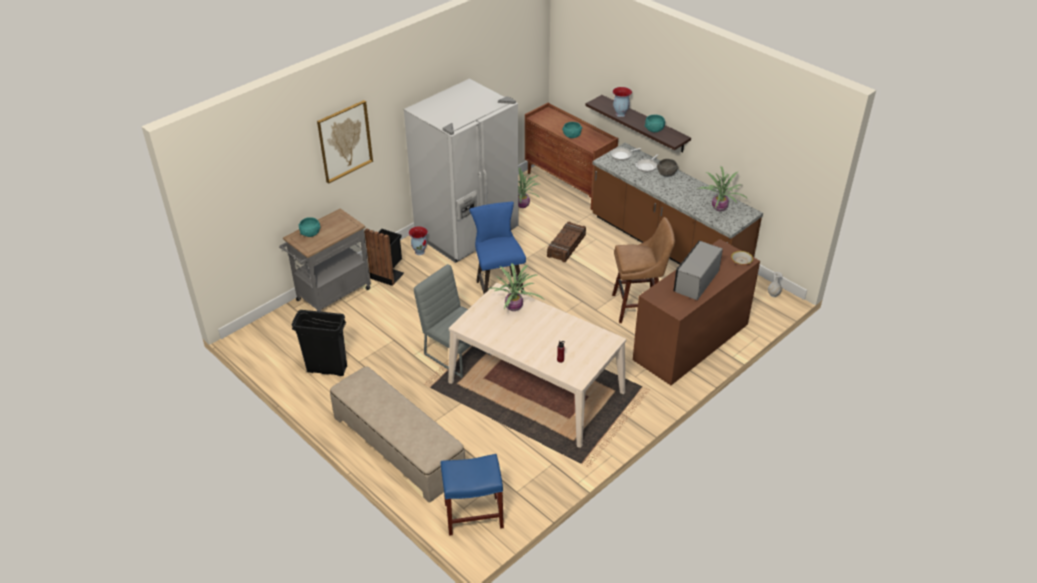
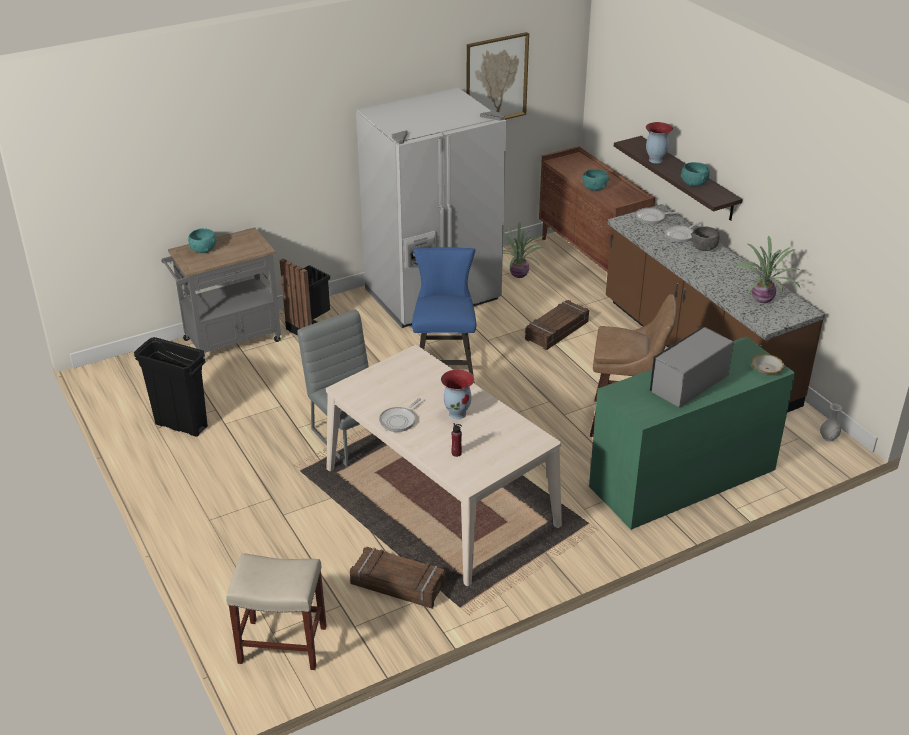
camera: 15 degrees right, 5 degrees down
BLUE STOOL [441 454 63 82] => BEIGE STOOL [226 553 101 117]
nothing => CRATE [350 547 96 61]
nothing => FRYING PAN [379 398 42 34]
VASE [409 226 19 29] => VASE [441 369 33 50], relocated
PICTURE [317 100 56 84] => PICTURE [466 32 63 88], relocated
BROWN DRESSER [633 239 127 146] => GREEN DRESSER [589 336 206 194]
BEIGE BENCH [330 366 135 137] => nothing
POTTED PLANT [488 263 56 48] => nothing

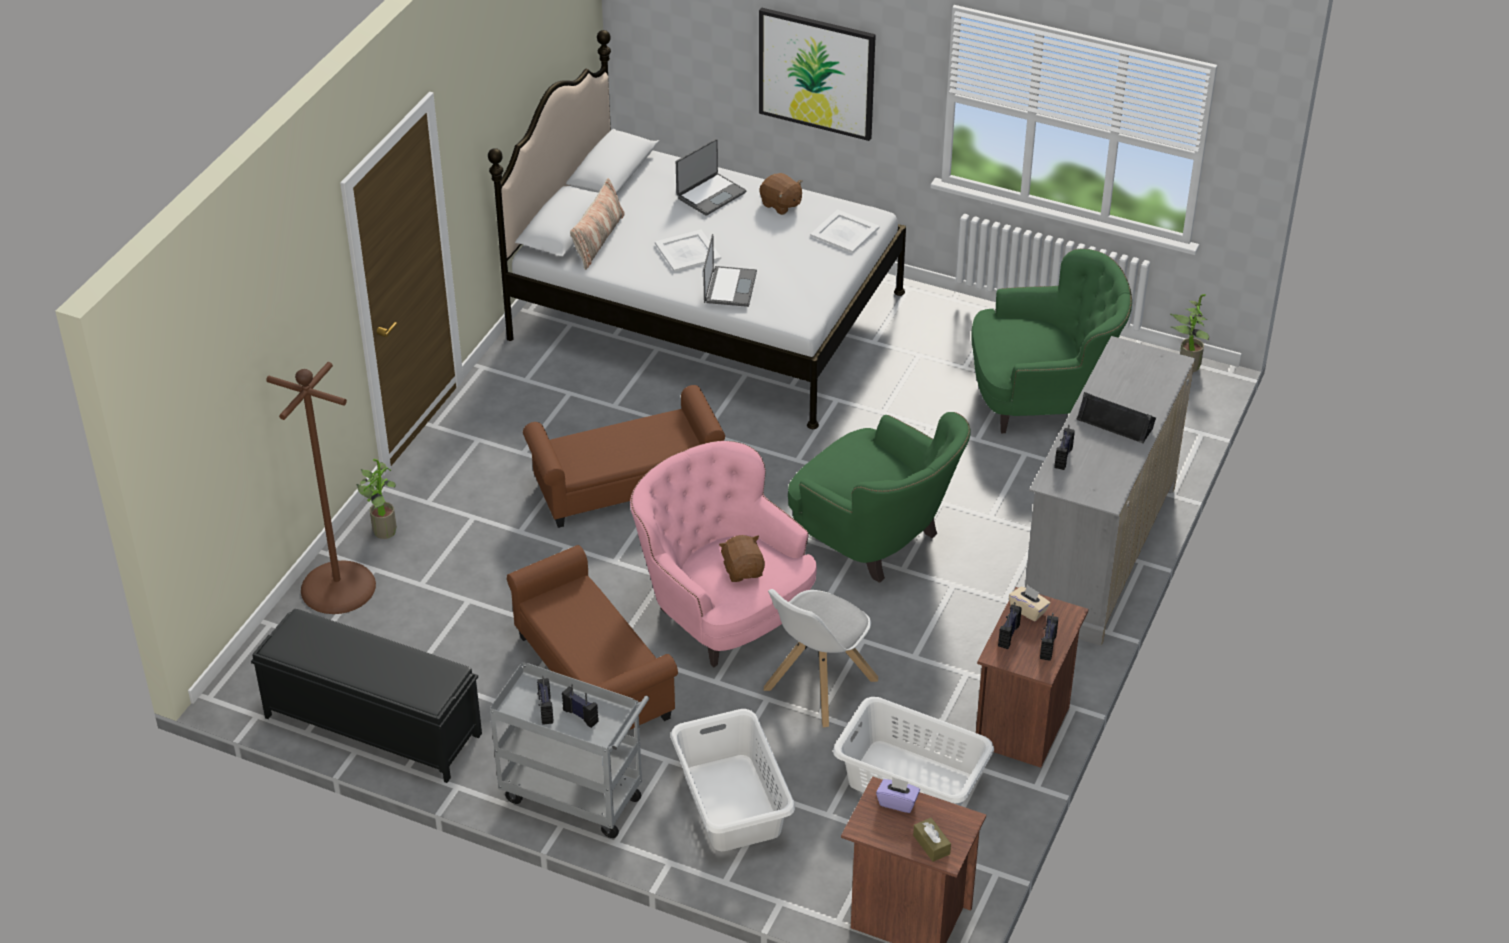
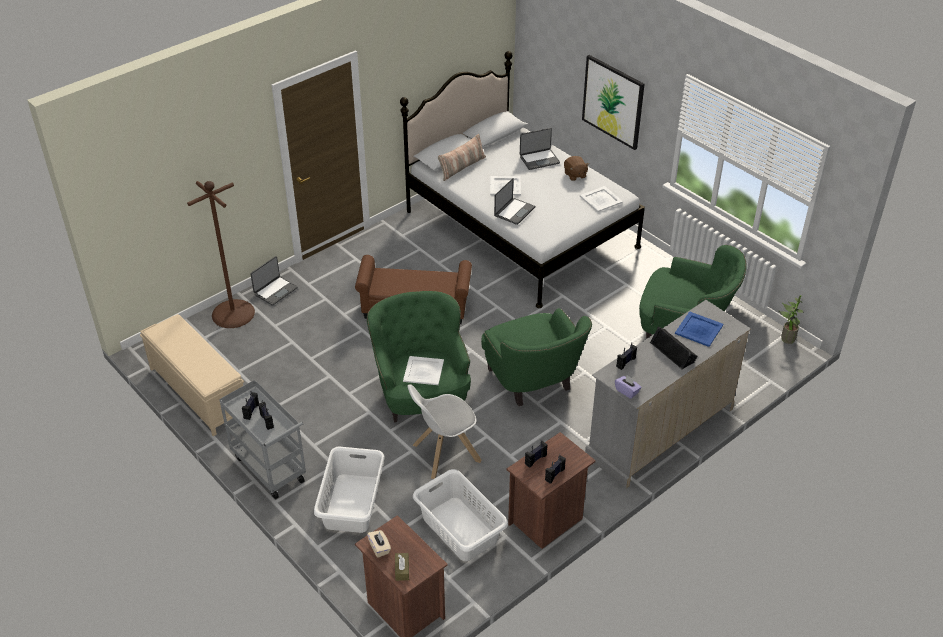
camera: 25 degrees right, 0 degrees up
BLACK BENCH [251 609 231 174] => BEIGE BENCH [140 314 104 122]
POTTED PLANT [356 459 41 80] => LAPTOP [250 256 48 50]
PINK ARMCHAIR [630 441 187 226] => GREEN ARMCHAIR [367 291 104 132]
BEIGE TISSUE BOX [1009 585 41 36] => BEIGE TISSUE BOX [367 530 24 28], relocated
BROWN PLUSH TOY [719 535 46 47] => WHITE TRAY [403 356 41 29]
PURPLE TISSUE BOX [876 777 44 36] => PURPLE TISSUE BOX [615 375 26 24], relocated
nothing => BLUE TRAY [675 311 48 36]
BROWN OTTOMAN [507 545 171 184] => nothing

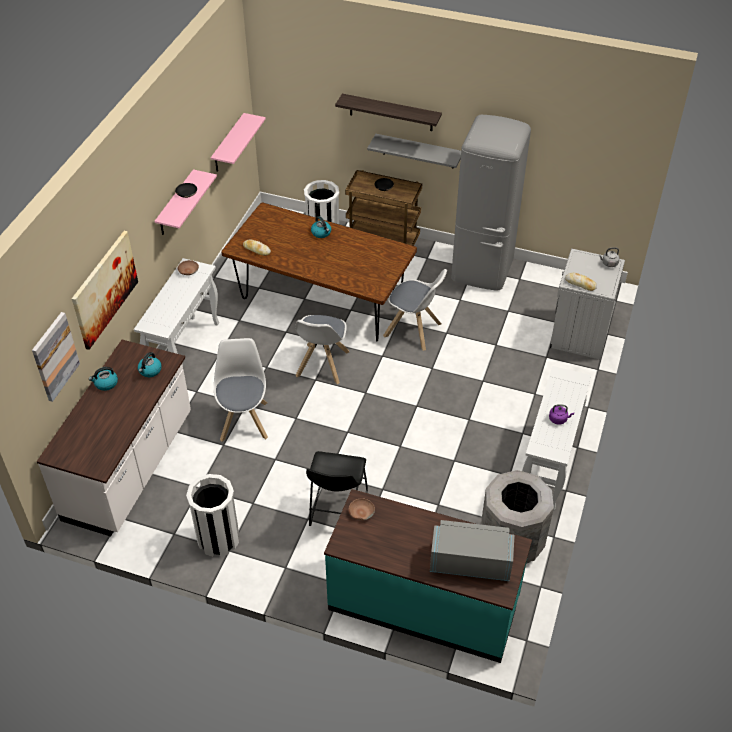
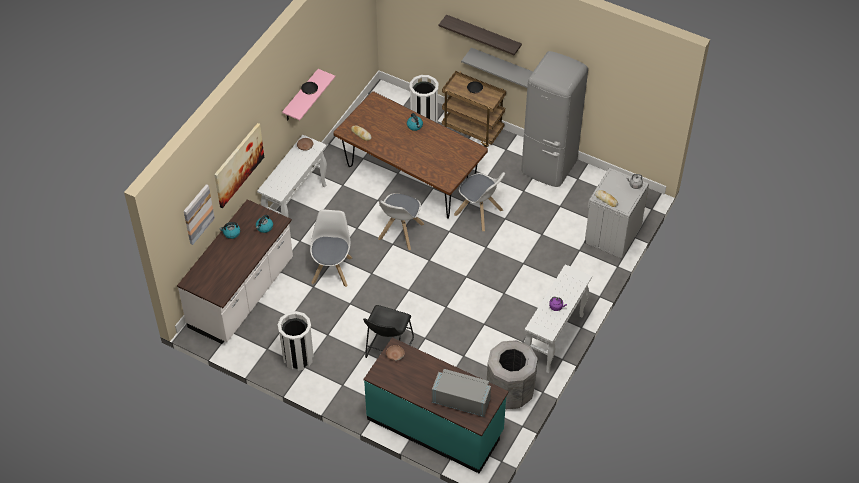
camera: 10 degrees right, 5 degrees up
PINK SHELF [211 113 55 59] => nothing

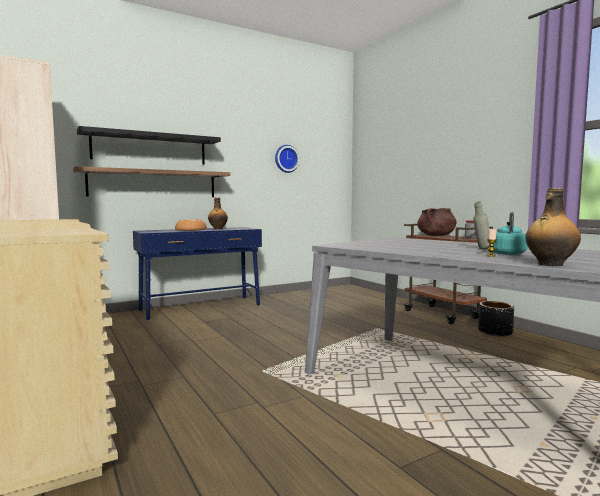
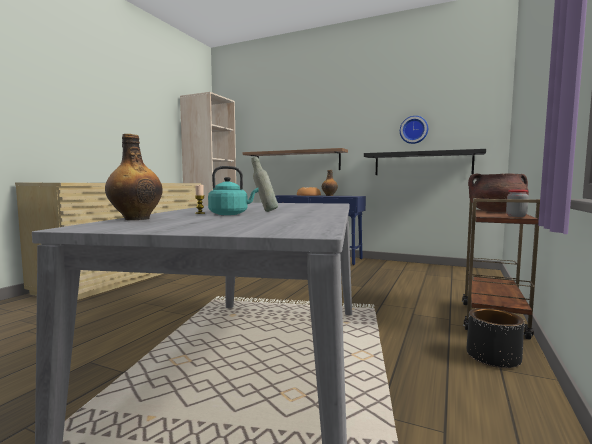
camera: 55 degrees right, 0 degrees up
BLACK SHELF [77 126 144 38] => BLACK SHELF [364 149 122 26], relocated

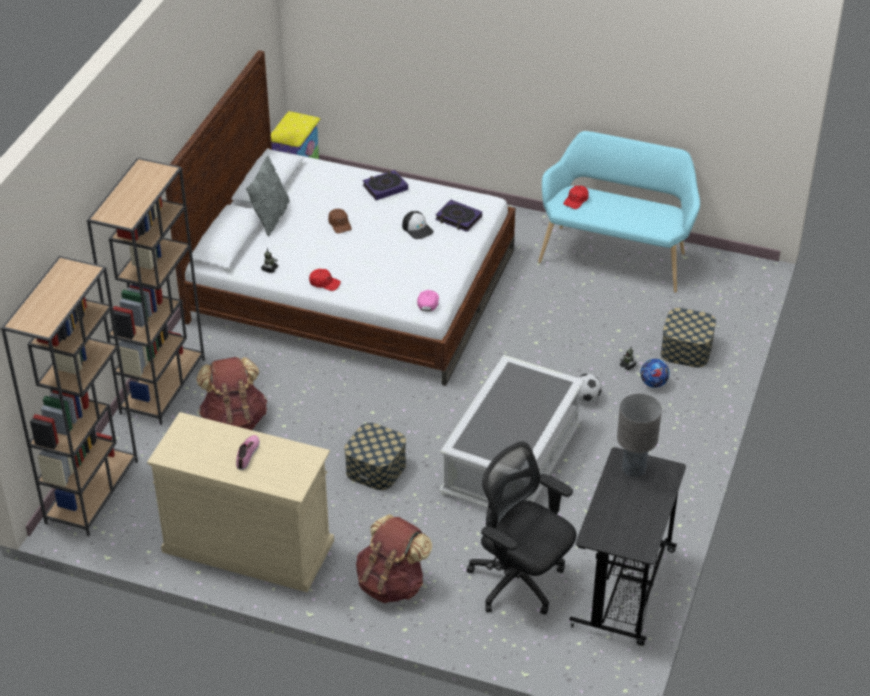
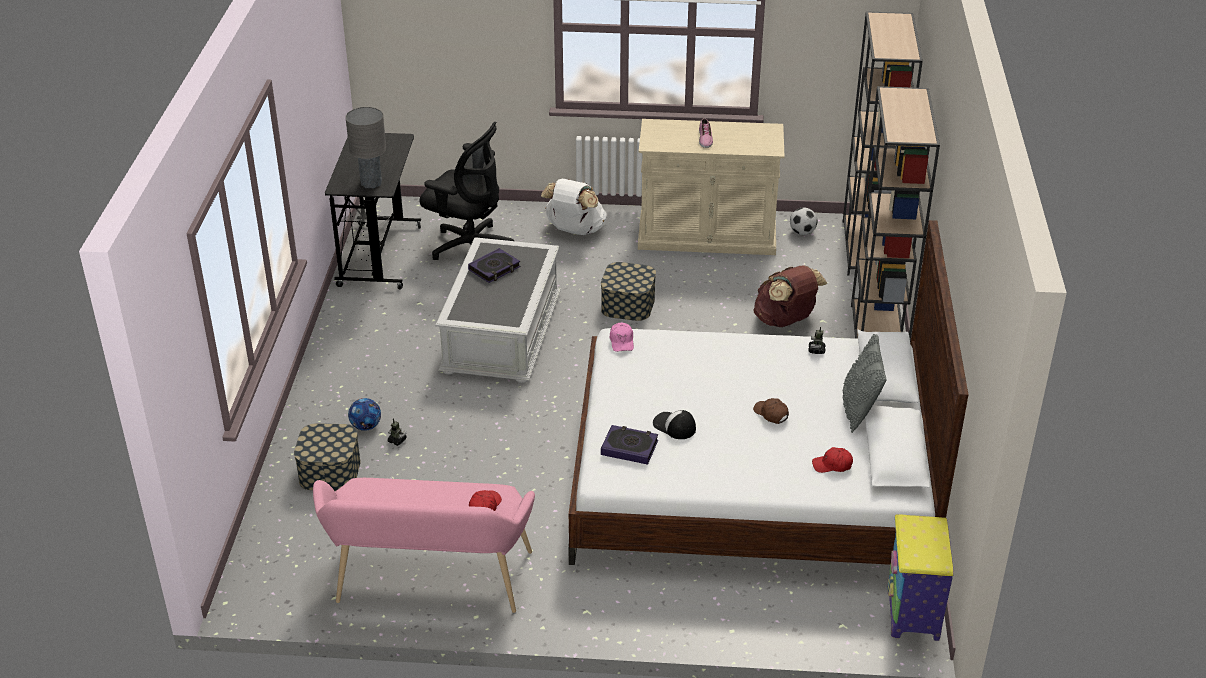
camera: 165 degrees right, 5 degrees down
TURQUOISE BENCH [538 131 162 162] => PINK BENCH [313 478 222 135]
BOOK [363 170 45 30] => BOOK [468 248 53 35], relocated
BROWN BACKPACK [356 514 76 89] => WHITE BACKPACK [541 179 66 56]
FOOTBALL [577 373 25 29] => FOOTBALL [790 207 27 28], relocated
RED CAP [309 269 32 22] => RED CAP [812 447 41 26], relocated

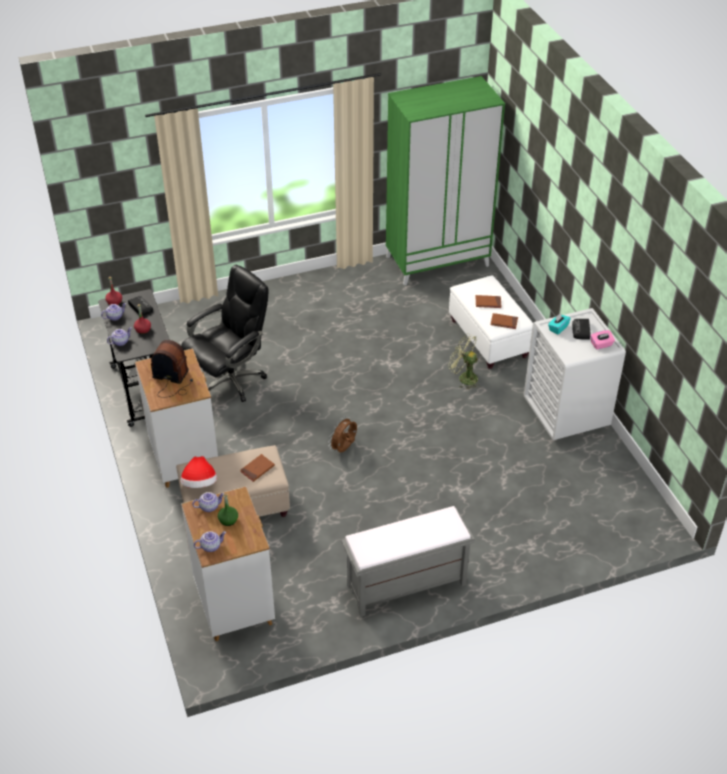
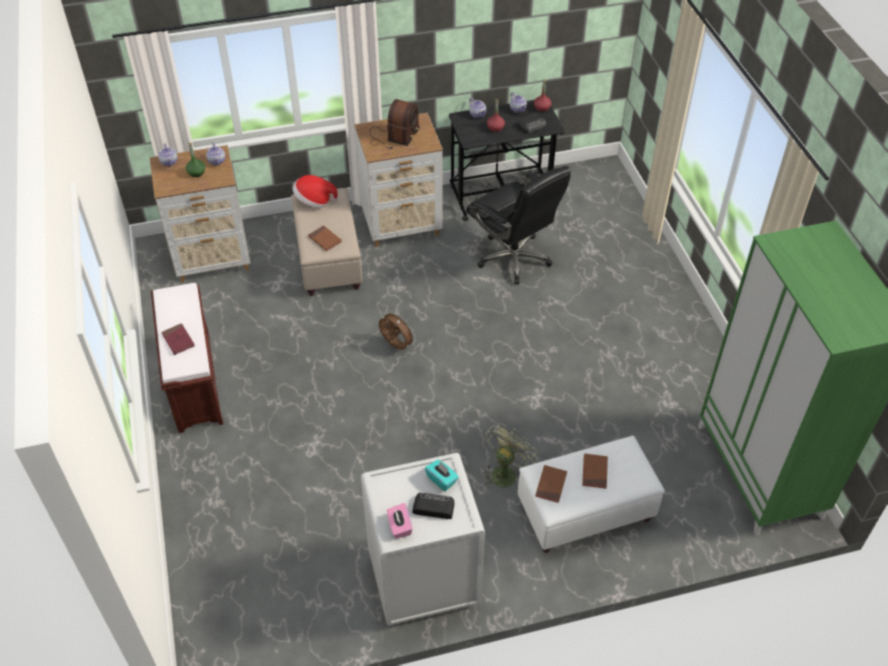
camera: 95 degrees right, 5 degrees up
GREY BENCH [341 506 134 111] => BROWN BENCH [151 283 72 150]
nothing => RED BOOK [161 323 34 32]

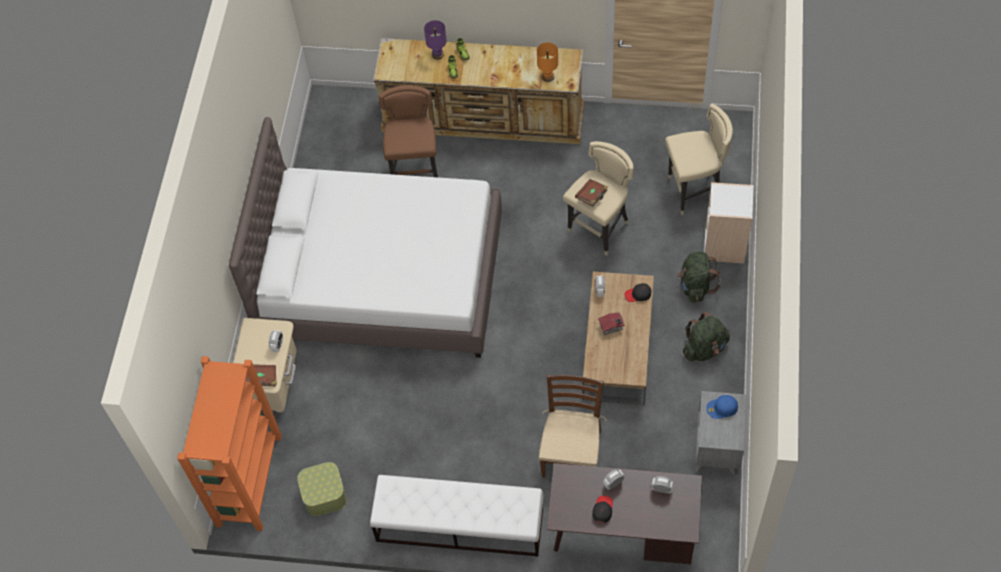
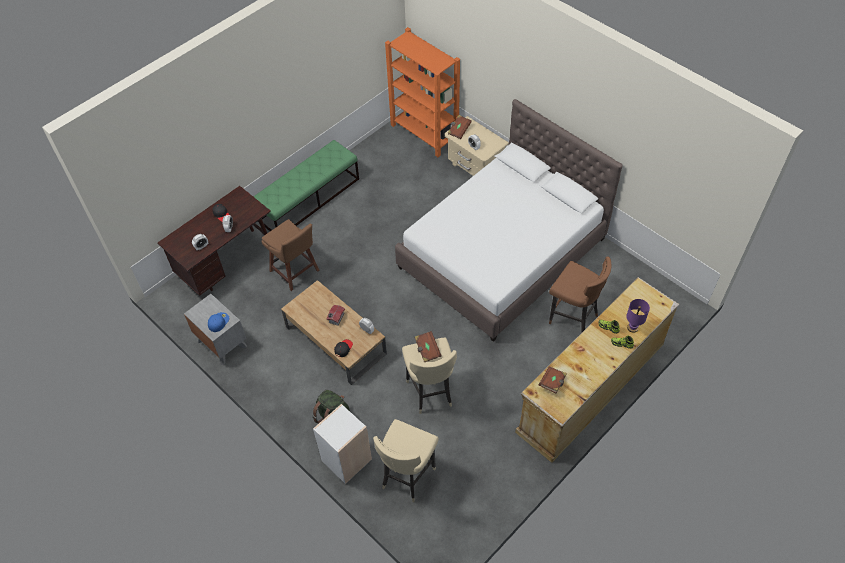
camera: 125 degrees right, 5 degrees down
WHITE BENCH [370 475 174 82] => GREEN BENCH [253 140 106 91]
BROWN CHAIR [539 374 68 104] => BROWN STOOL [262 219 57 72]
ORANGE TABLE LAMP [537 42 21 40] => BROWN BOOK [539 366 28 27]
STORAGE BOX [297 462 50 54] => nothing
GREEN BACKPACK [683 312 47 49] => nothing

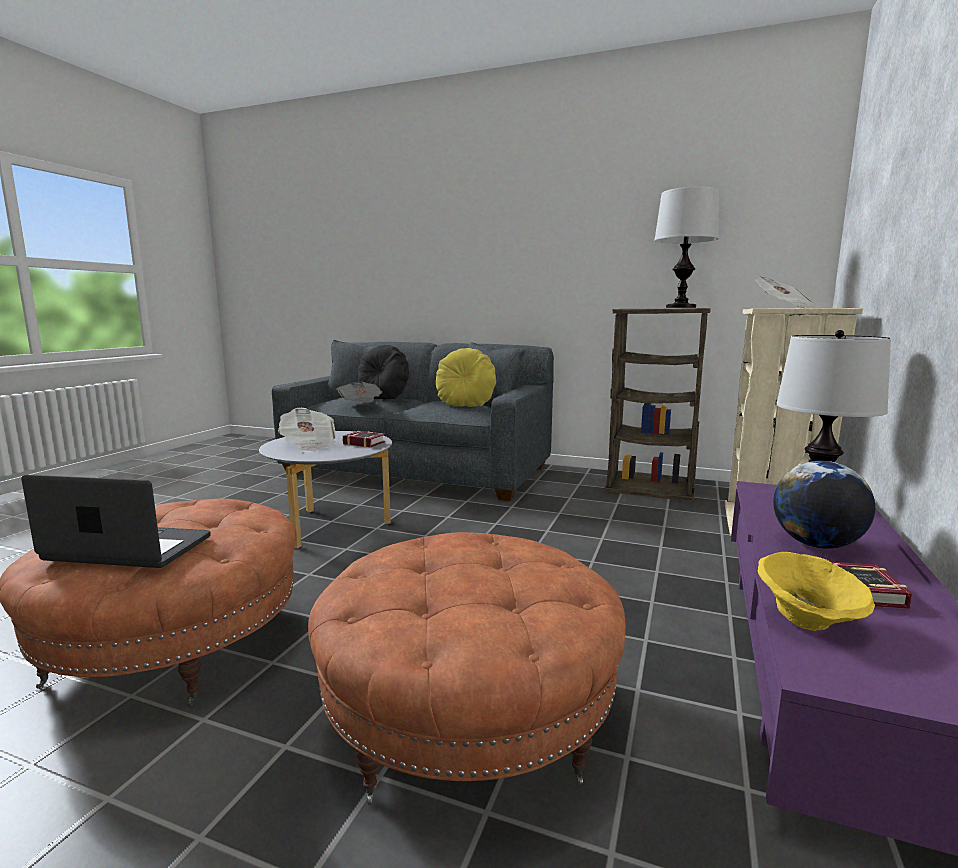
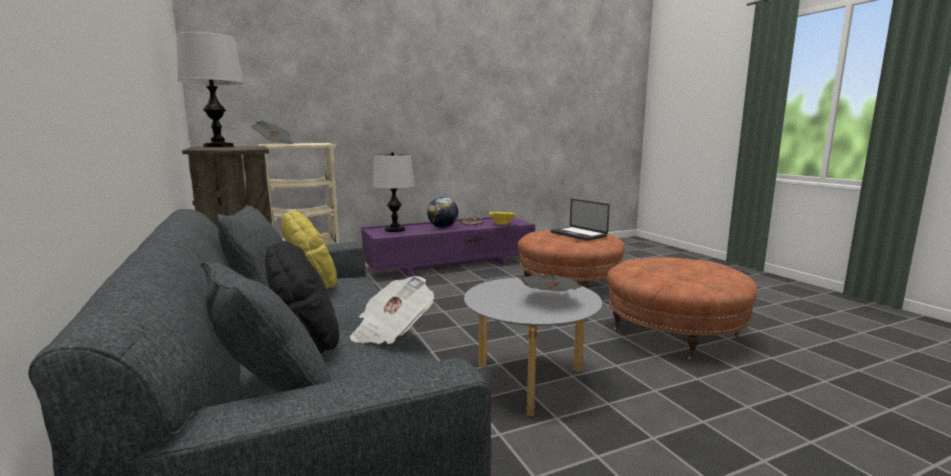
camera: 135 degrees left, 0 degrees up
LAPTOP [21 475 190 93] => LAPTOP [551 199 59 42], relocated
BOOK [343 431 42 16] => nothing

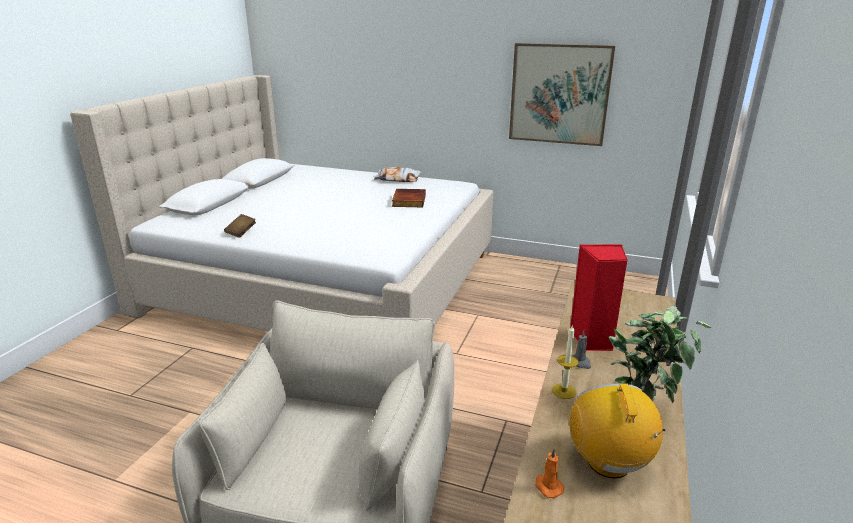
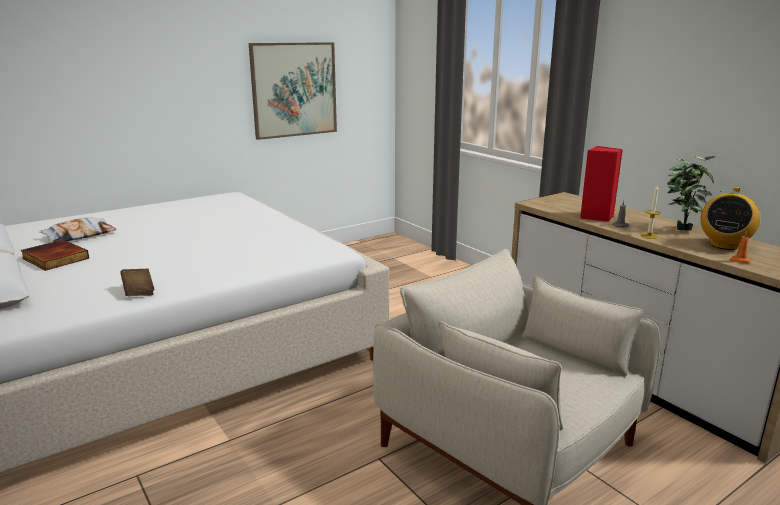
camera: 55 degrees left, 5 degrees down
BOOK [392 189 34 18] => BOOK [20 240 69 31], relocated
PILLOW [374 167 48 15] => PILLOW [39 217 78 25], relocated
RADIO [569 383 96 95] => RADIO [700 186 60 64], 90 degrees counterclockwise

